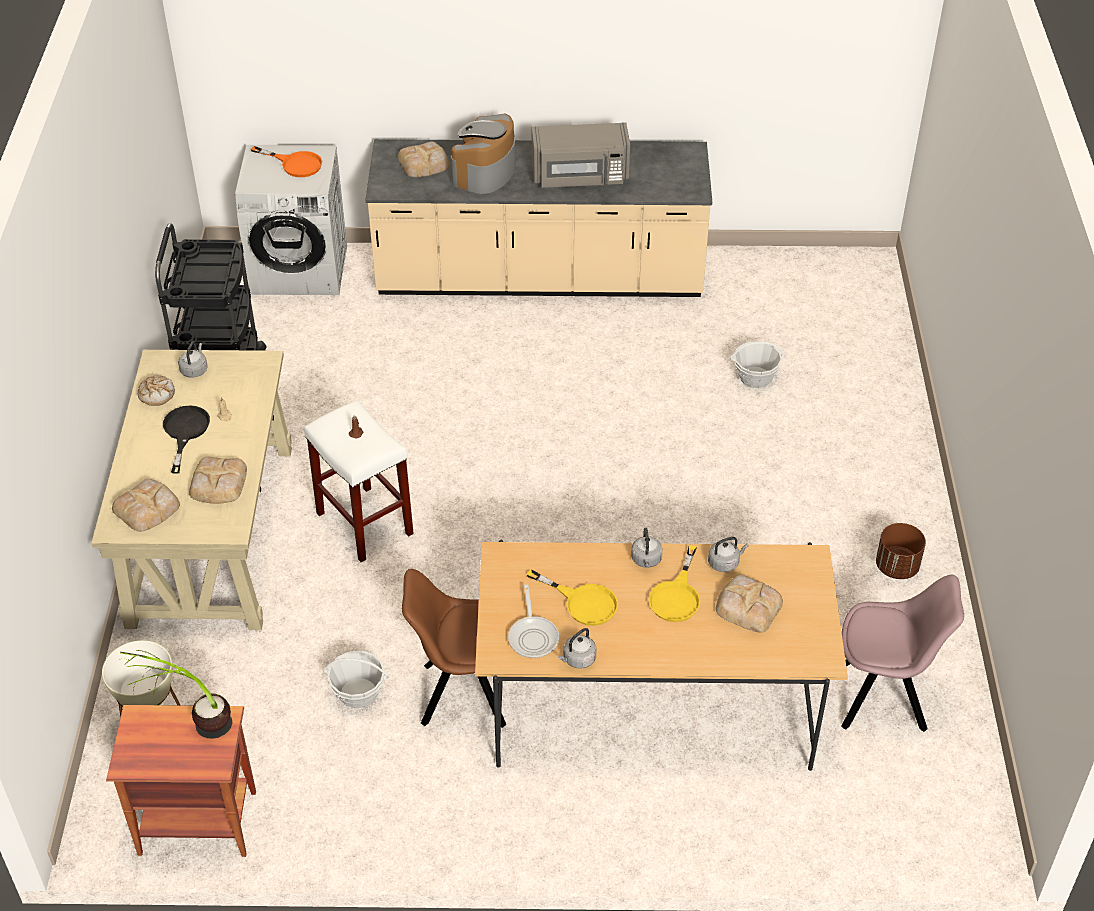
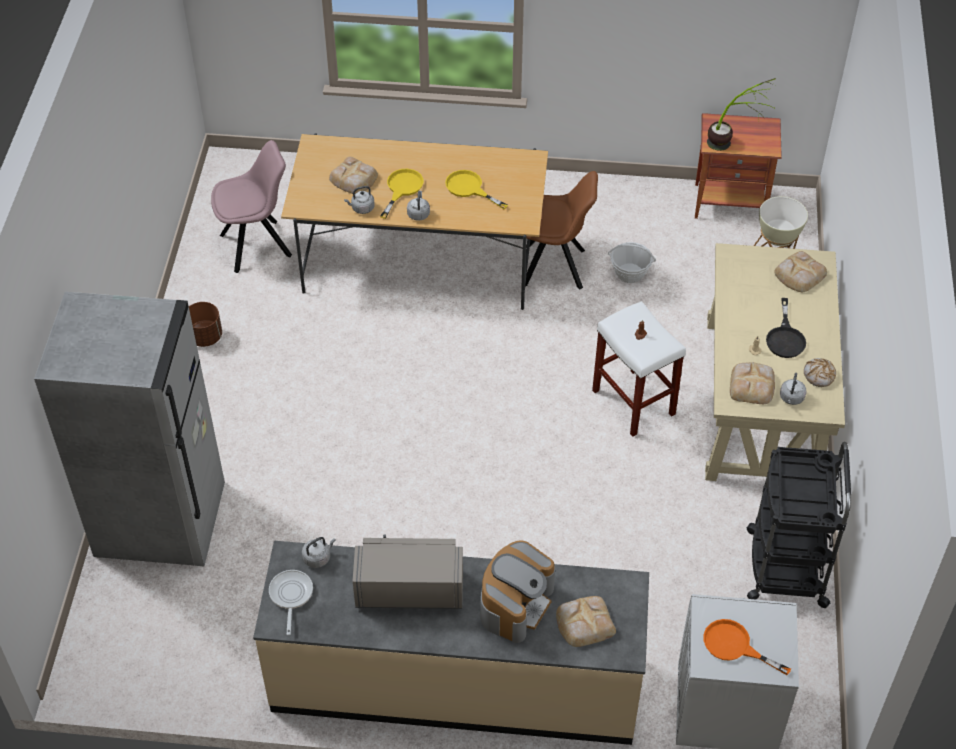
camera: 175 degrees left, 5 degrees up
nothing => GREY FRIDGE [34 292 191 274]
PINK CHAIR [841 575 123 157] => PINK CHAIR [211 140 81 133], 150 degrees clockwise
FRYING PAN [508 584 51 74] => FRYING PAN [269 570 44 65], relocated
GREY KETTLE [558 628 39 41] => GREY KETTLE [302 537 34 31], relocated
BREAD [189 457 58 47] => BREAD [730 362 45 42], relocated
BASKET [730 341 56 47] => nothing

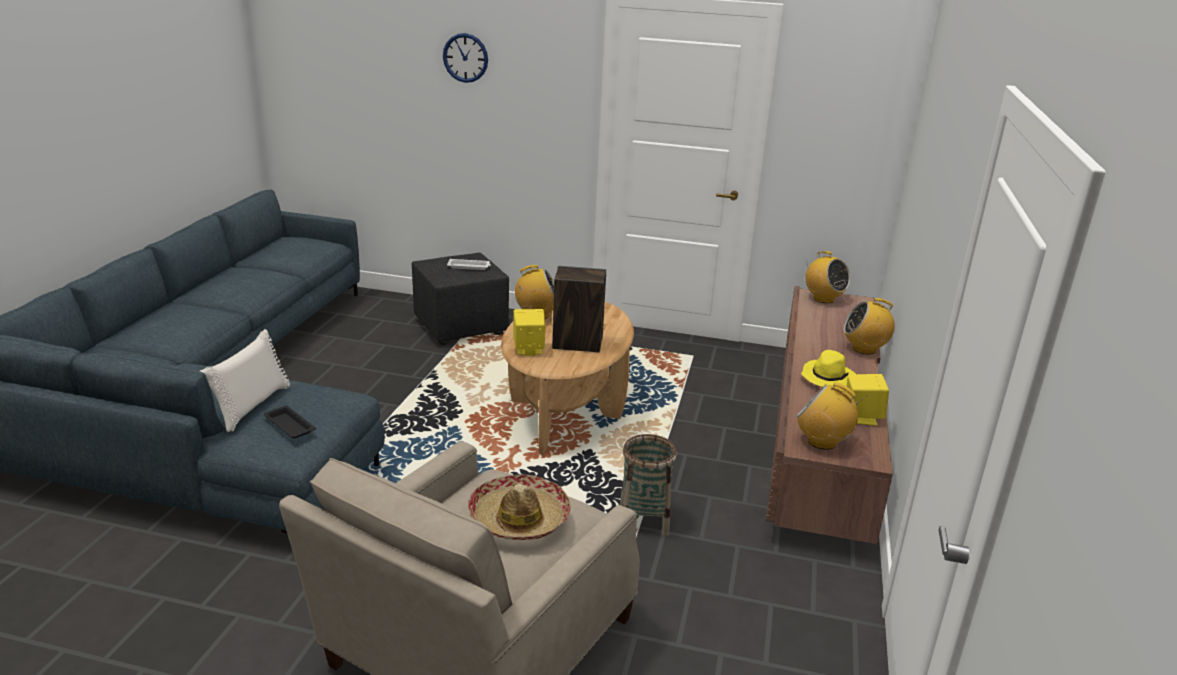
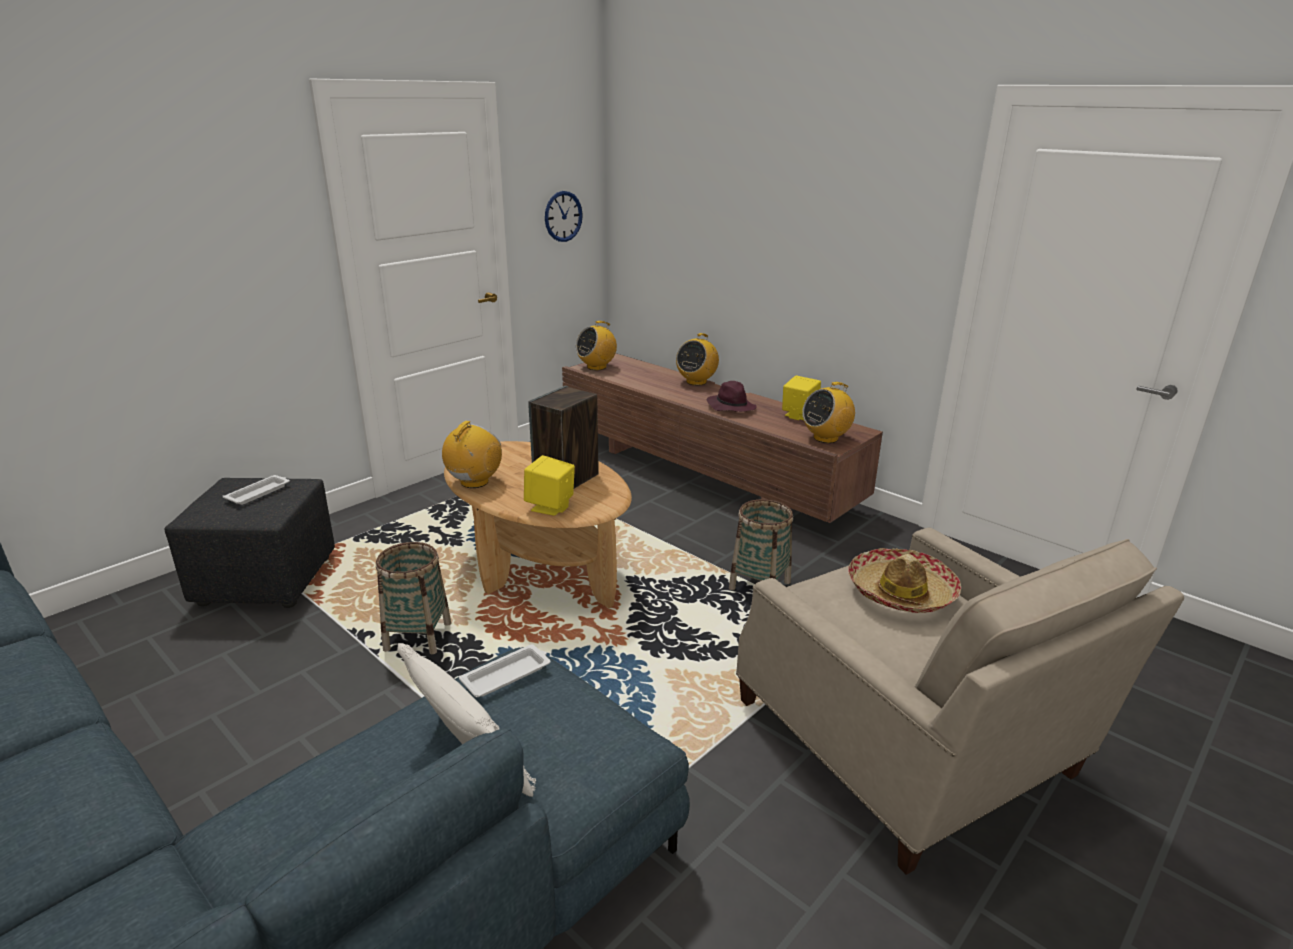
camera: 60 degrees left, 0 degrees up
nothing => BASKET [376 542 75 112]
nothing => WHITE TRAY [459 645 92 52]
WALL CLOCK [443 33 45 50] => WALL CLOCK [545 191 38 51], relocated
RADIO [805 251 45 52] => RADIO [576 321 41 49], 150 degrees clockwise
YELLOW HAT [801 350 55 37] => PURPLE HAT [707 381 50 31]
BLACK TRAY [264 406 52 32] => nothing

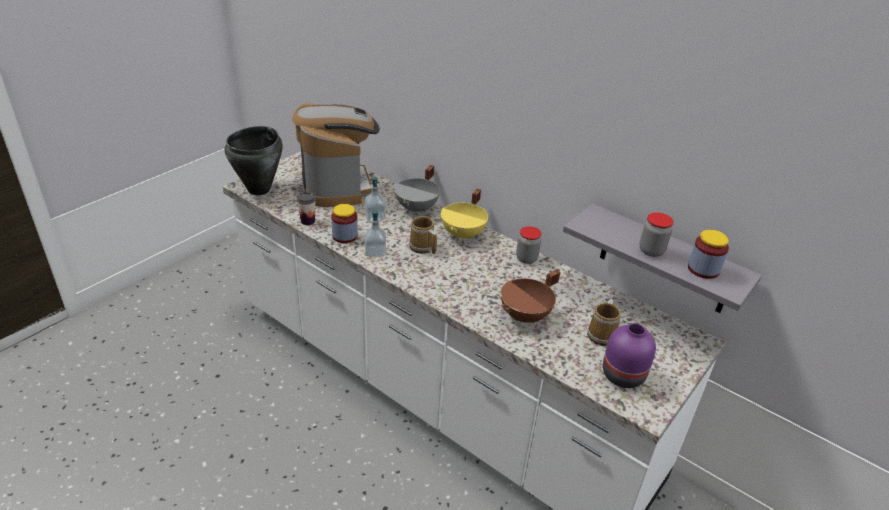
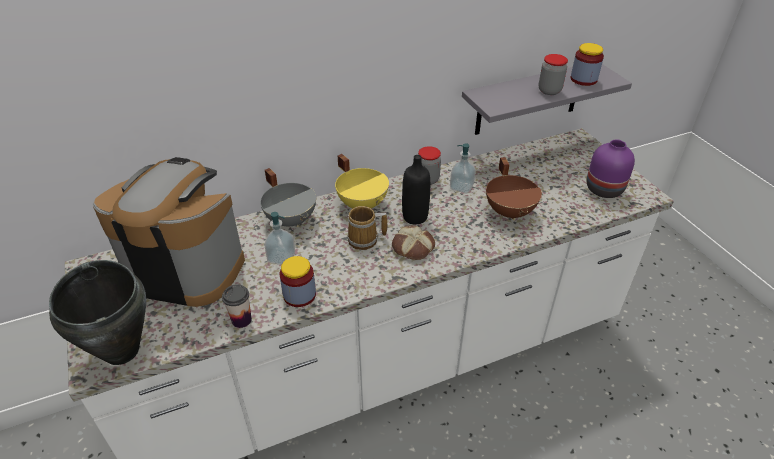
camera: 60 degrees left, 5 degrees up
nothing => BREAD [392 225 43 35]
nothing => BLACK BOTTLE [402 155 28 69]
SOAP DISPENSER [365 209 21 48] => SOAP DISPENSER [450 143 26 50], relocated
MUG [587 299 34 47] => nothing

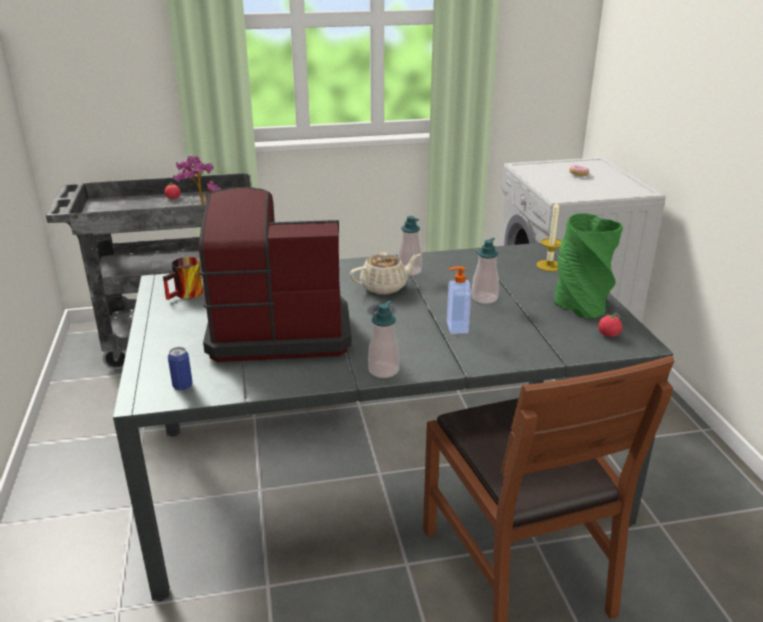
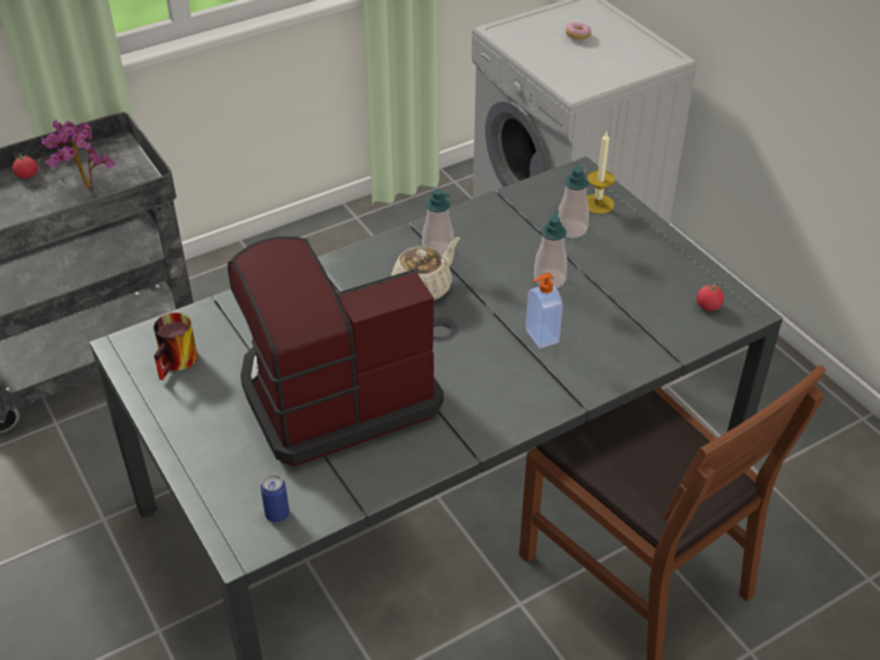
camera: 20 degrees left, 15 degrees up
SOAP DISPENSER [368 300 32 78] => SOAP DISPENSER [558 162 31 76], relocated
GREEN VASE [554 213 69 105] => nothing

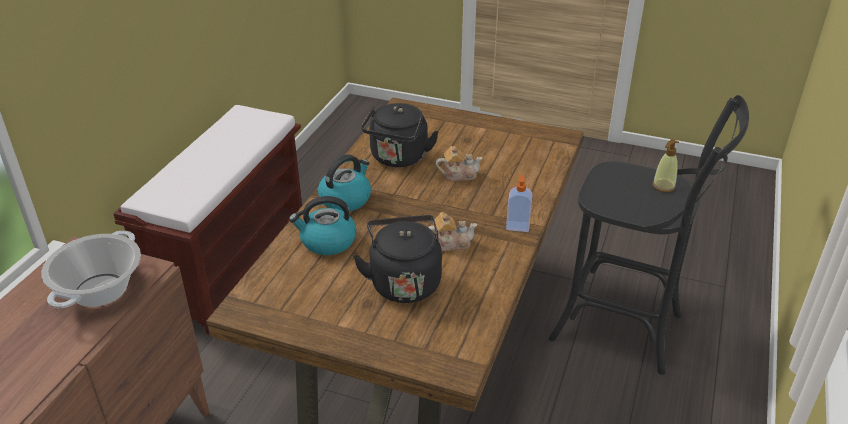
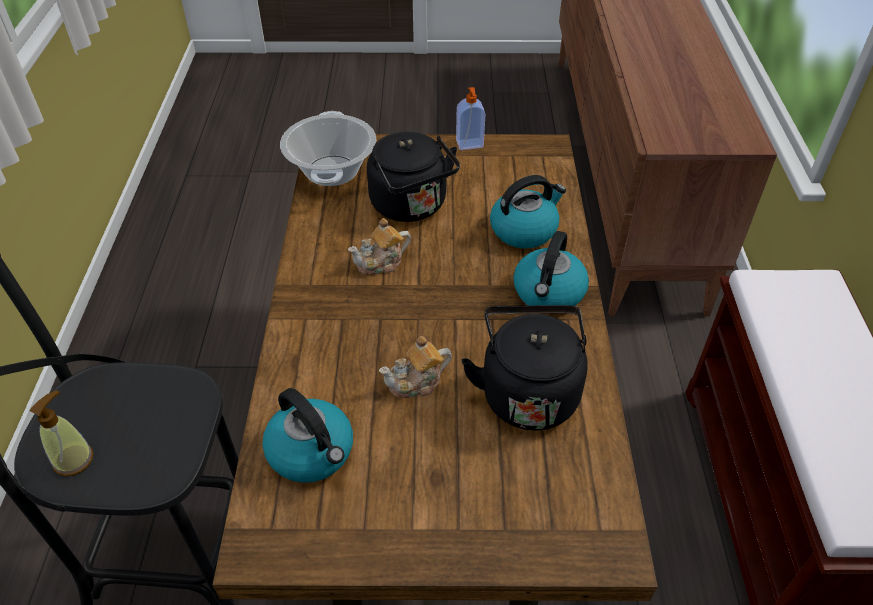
camera: 160 degrees right, 10 degrees up
nothing => KETTLE [262 388 91 95]
COOKING POT [41 231 100 77] => COOKING POT [280 111 97 75], relocated
SOAP DISPENSER [506 175 26 57] => SOAP DISPENSER [456 87 29 63], relocated

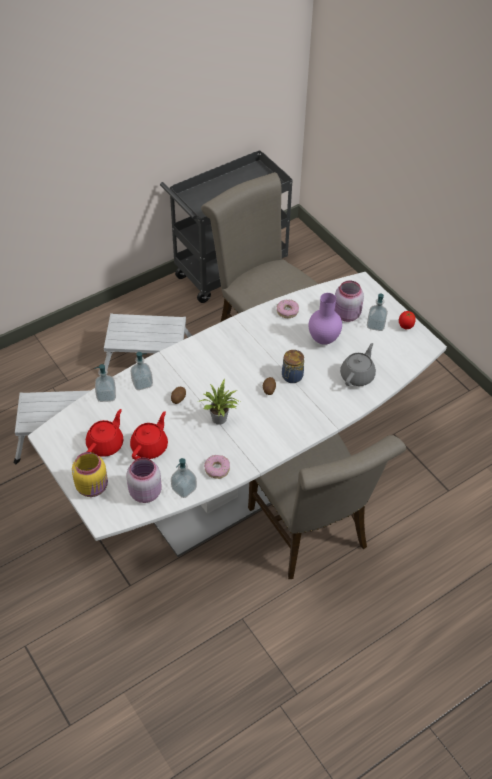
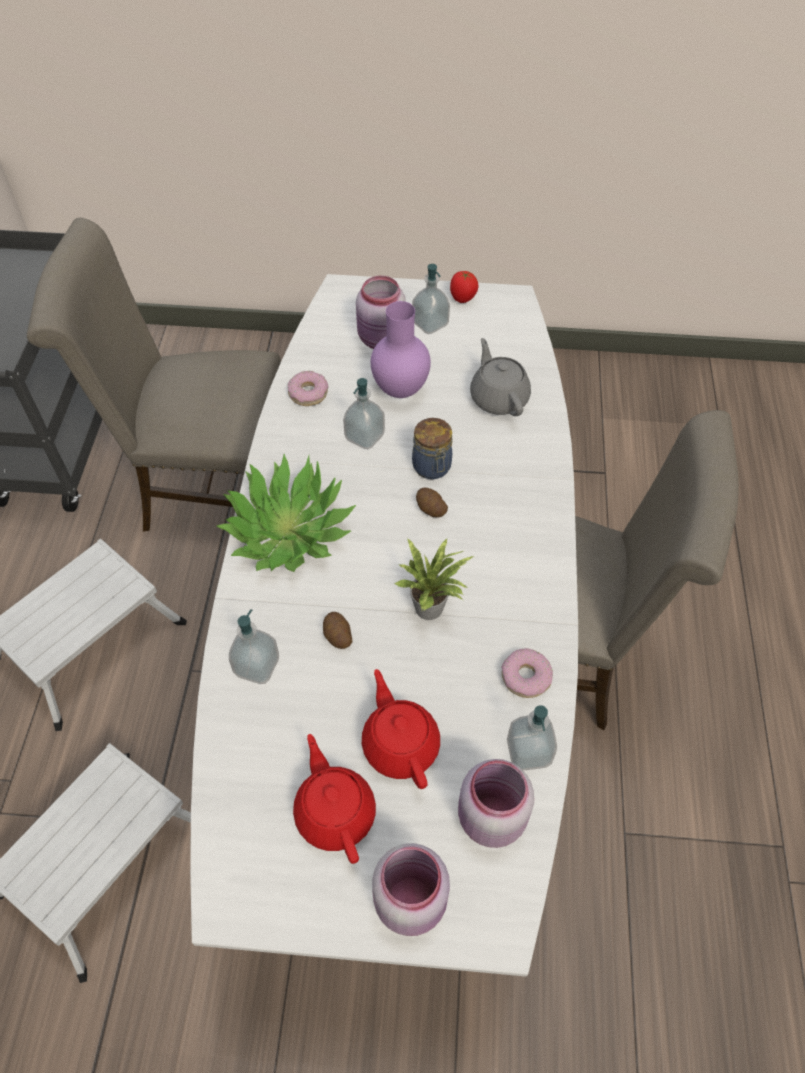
camera: 50 degrees left, 5 degrees up
nothing => POTTED PLANT [216 454 140 118]
SOAP DISPENSER [94 364 22 38] => SOAP DISPENSER [343 378 42 71], relocated
YELLOW JAR [72 452 36 45] => PINK JAR [372 843 78 93]

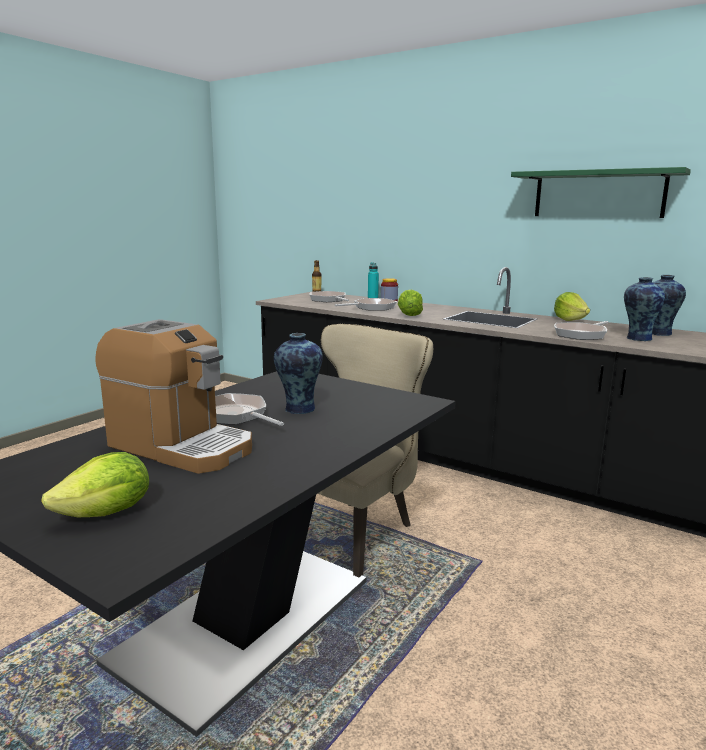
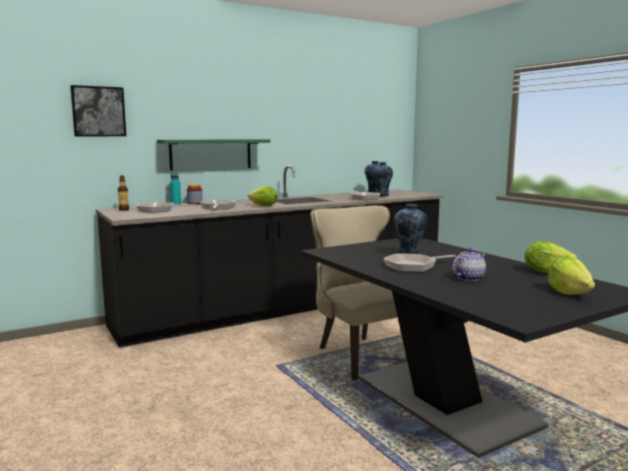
camera: 65 degrees left, 5 degrees down
nothing => PICTURE [70 85 56 51]
GREEN SHELF [511 167 180 51] => GREEN SHELF [157 139 113 32], relocated
COFFEE MACHINE [95 319 157 155] => TEAPOT [452 248 34 33]
LETTUCE [554 292 36 29] => LETTUCE [525 241 52 32], relocated

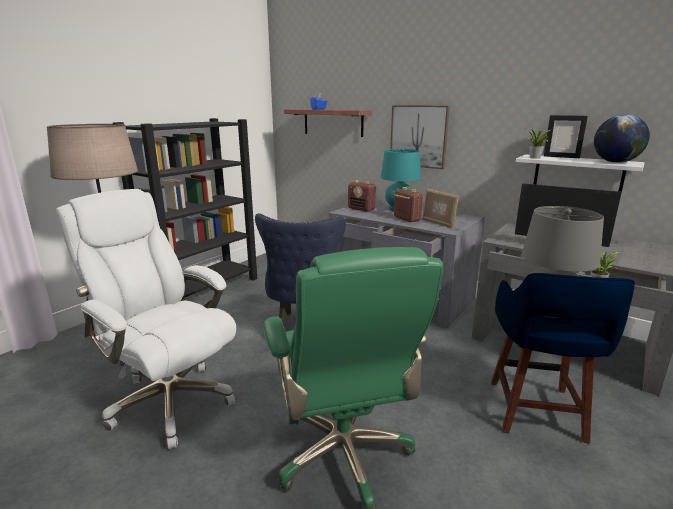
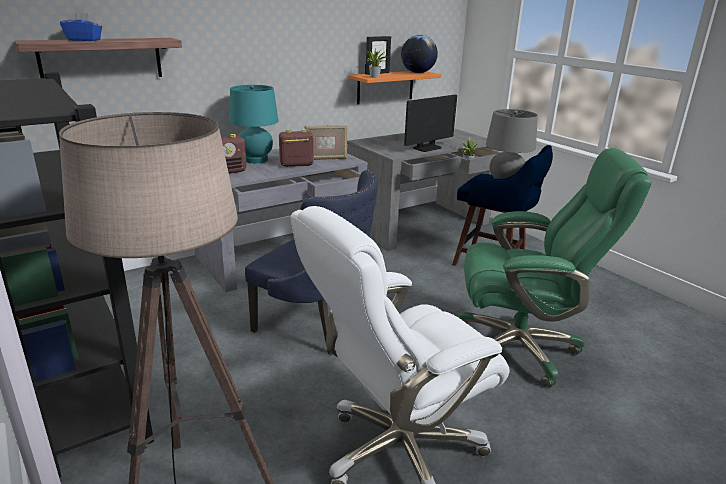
camera: 70 degrees left, 5 degrees up
WHITE SHELF [516 155 129 38] => ORANGE SHELF [348 71 94 33]
PICTURE [390 105 60 64] => nothing

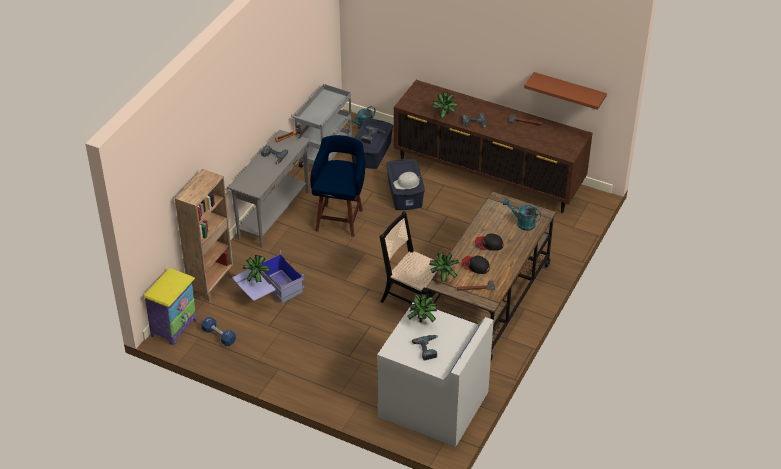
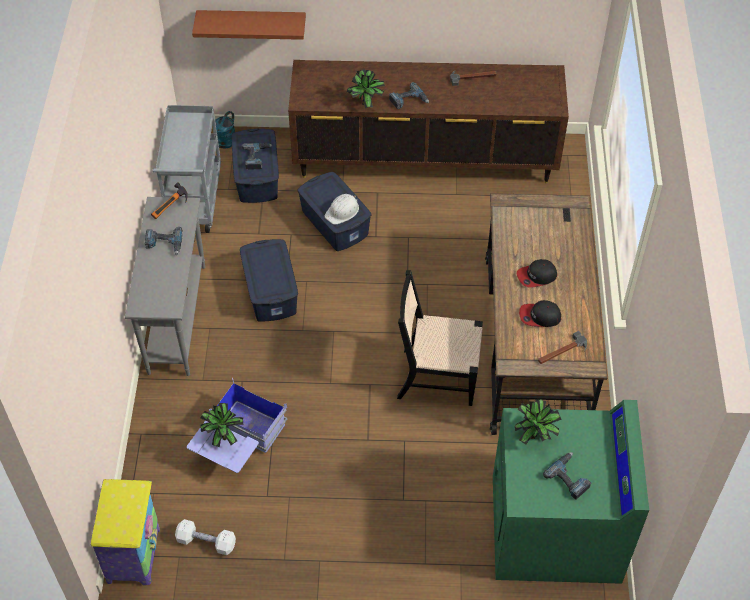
camera: 25 degrees left, 10 degrees up
BLUE DUMBBELL [201 317 35 29] => WHITE DUMBBELL [175 519 61 36]
BROWN SHELF [524 72 83 38] => BROWN SHELF [192 10 114 30], relocated
BLUE STOOL [310 135 55 102] => BLUE STORAGE BOX [240 239 58 83]
WHITE WASHING MACHINE [377 302 117 146] => GREEN WASHING MACHINE [493 400 156 184]
BROWN BOOKCASE [175 169 58 134] => nothing
POTTED PLANT [429 252 30 30] => nothing
TURQUOISE WATERING CAN [503 199 38 32] => nothing

